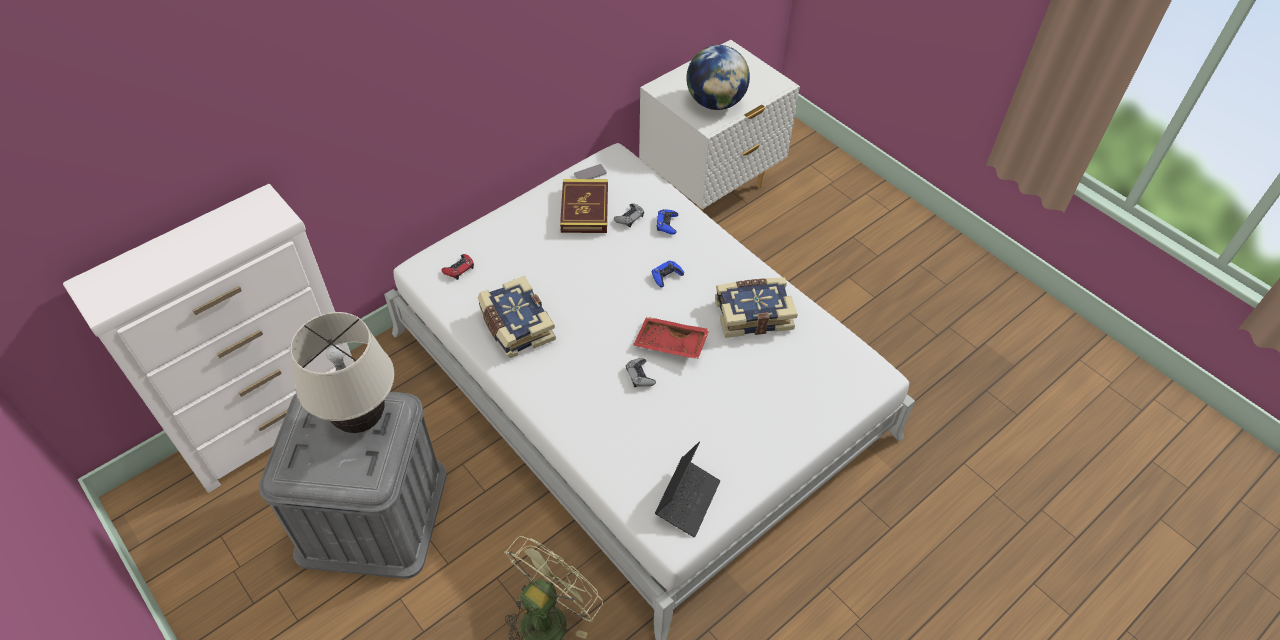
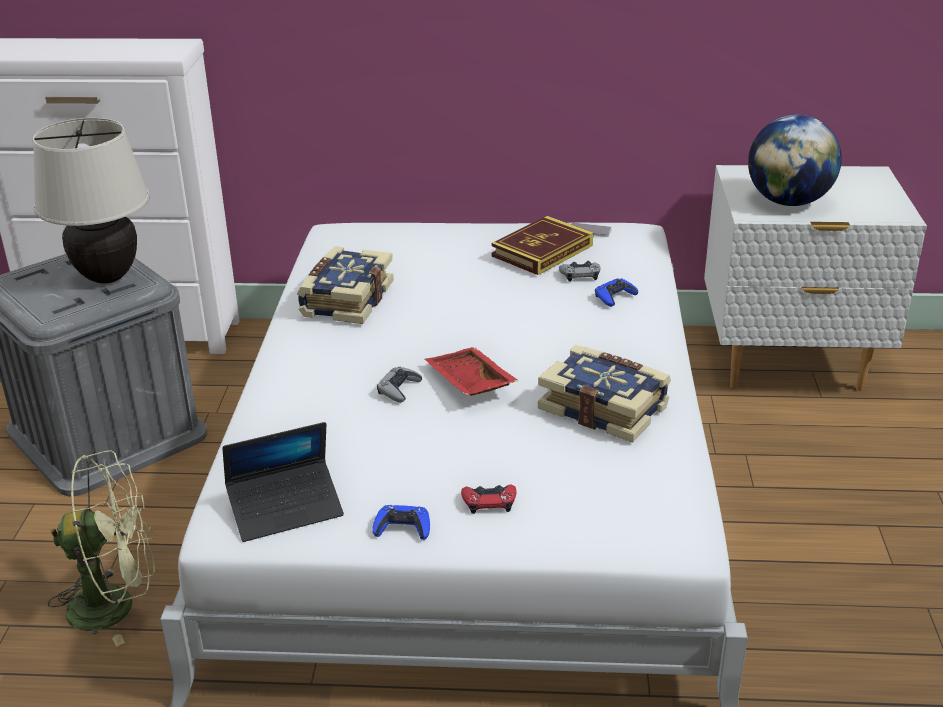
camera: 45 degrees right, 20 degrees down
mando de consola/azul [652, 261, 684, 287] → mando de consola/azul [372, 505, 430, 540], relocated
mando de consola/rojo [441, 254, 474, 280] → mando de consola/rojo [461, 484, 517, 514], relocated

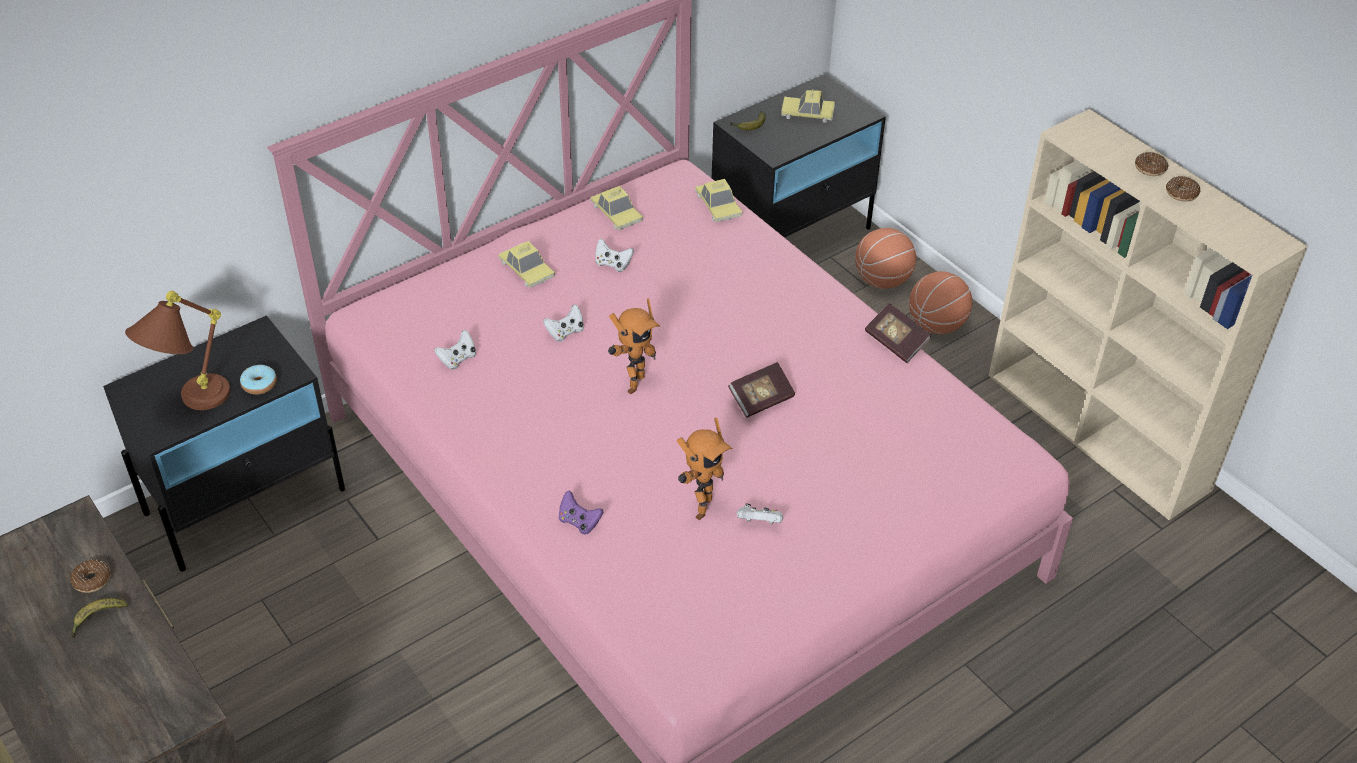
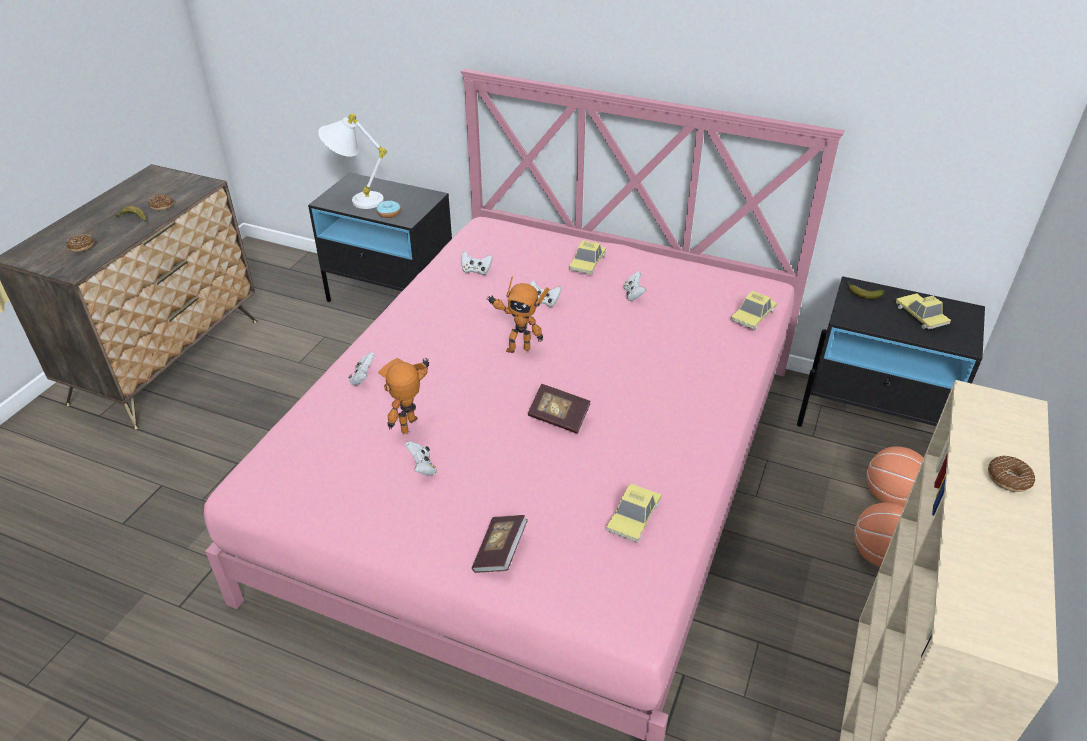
camera: 60 degrees right, 5 degrees down
rosquilla [1166, 176, 1200, 201] → rosquilla [66, 234, 94, 252], relocated
lámpara de mesa/marrón [125, 291, 230, 410] → lámpara de mesa/blanco [318, 113, 387, 209]
mando de consola/morado [559, 491, 603, 534] → mando de consola/blanco [349, 352, 375, 385]
robot de juguete [677, 418, 732, 520] → robot de juguete [378, 358, 429, 434], 120 degrees clockwise
libro [865, 303, 931, 363] → libro [472, 515, 528, 573], relocated
coche de juguete [591, 186, 643, 230] → coche de juguete [606, 484, 662, 543], relocated

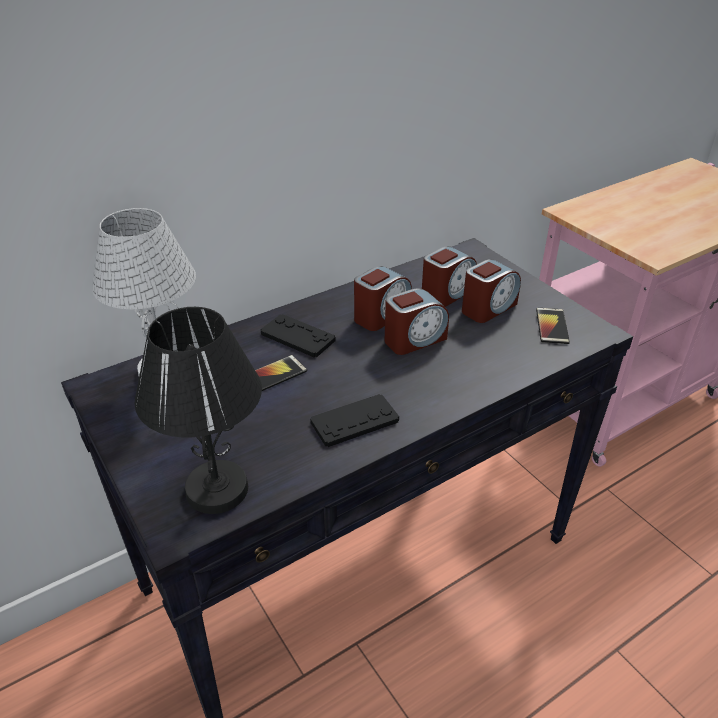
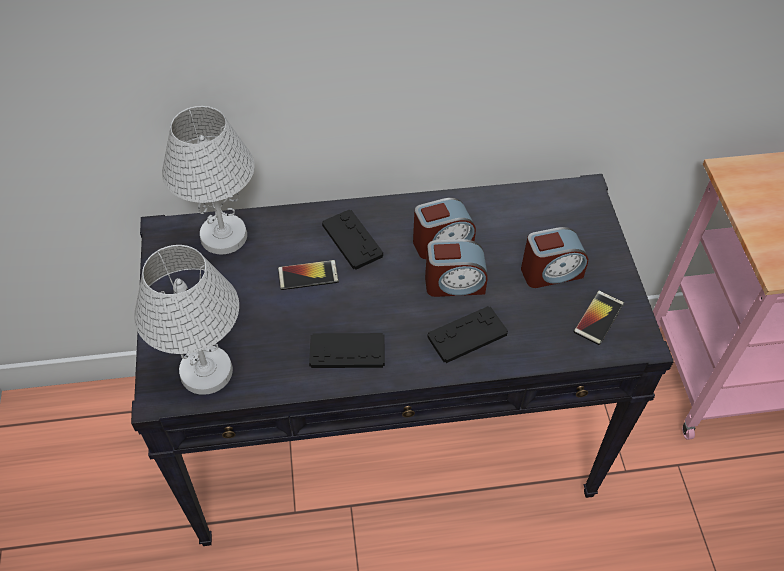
camera: 25 degrees right, 15 degrees up
lámpara de mesa/negro [135, 307, 262, 514] → lámpara de mesa/blanco [134, 245, 239, 395]
- → mando de consola/negro [427, 306, 508, 363]
despertador [422, 246, 477, 307] → -

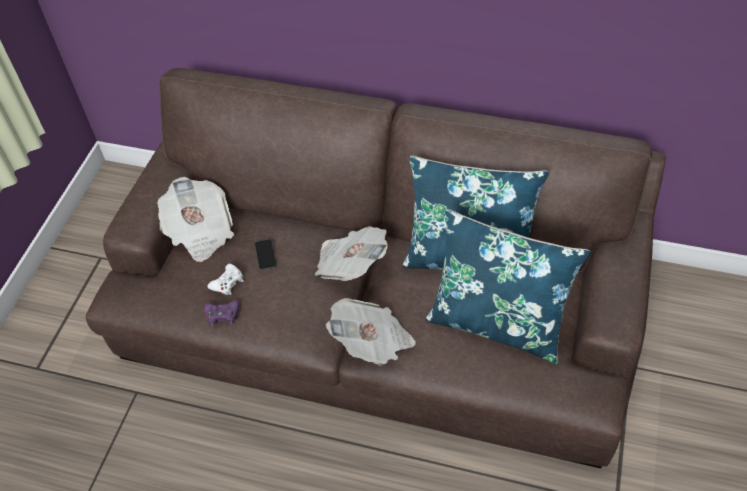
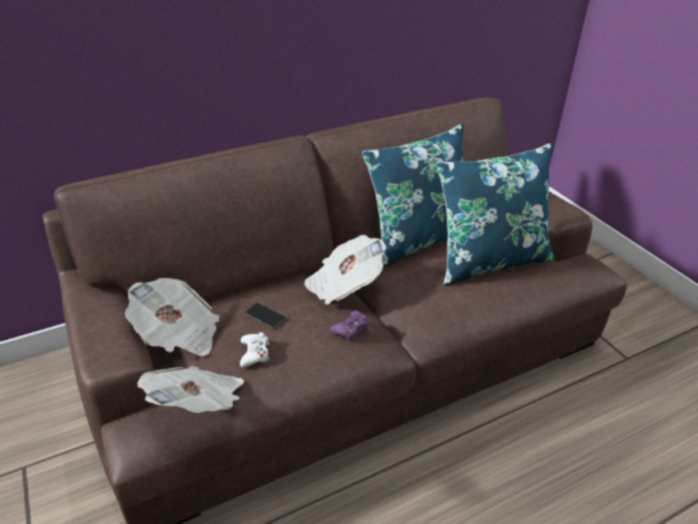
camera: 45 degrees left, 15 degrees down
periódico [326, 298, 416, 366] → periódico [137, 366, 244, 413], relocated
mando de consola/morado [204, 300, 240, 326] → mando de consola/morado [330, 311, 369, 341], relocated

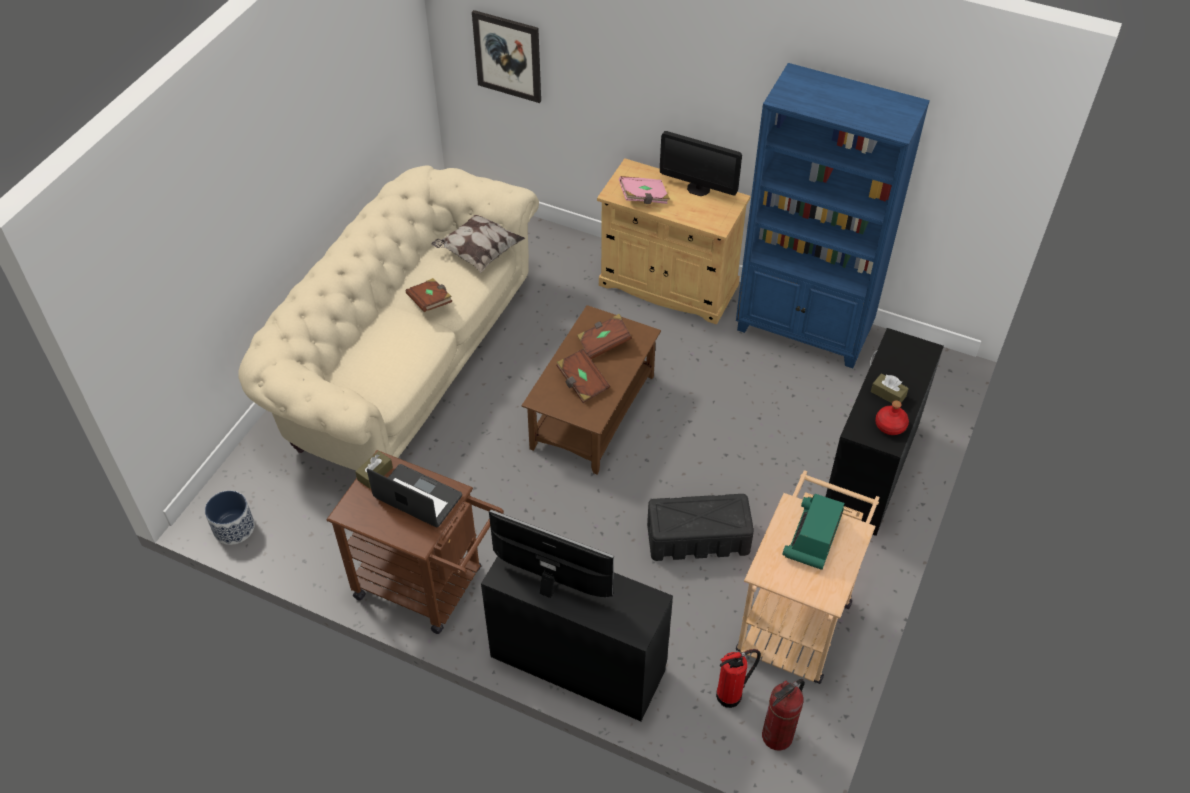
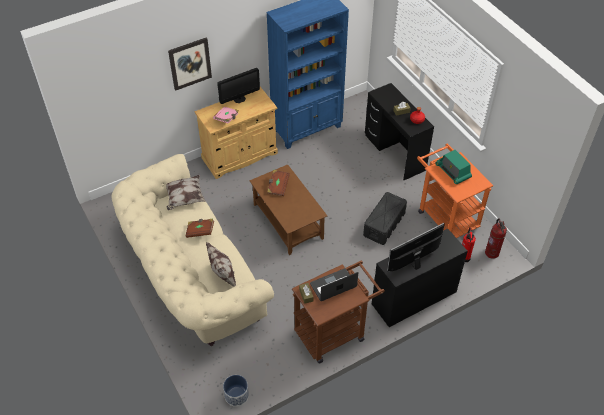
camera: 55 degrees left, 0 degrees up
cuadro [472, 10, 541, 103] → cuadro [168, 37, 212, 91], relocated
- → cojín [206, 242, 236, 287]
carrito/beis [736, 470, 879, 684] → carrito/naranja [417, 144, 493, 238]
libro/marrón [556, 349, 610, 403] → -

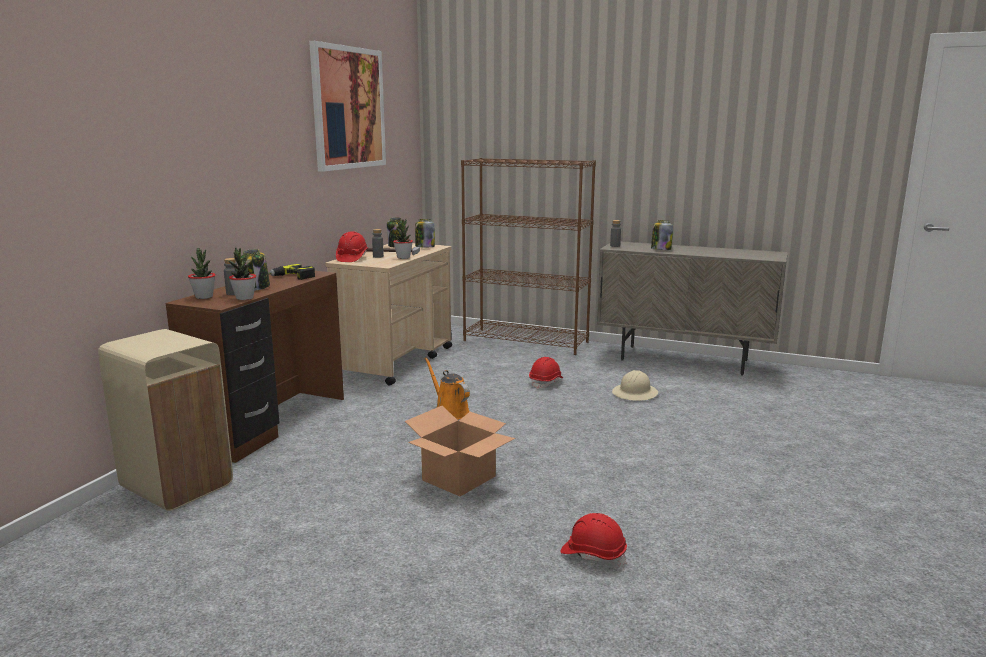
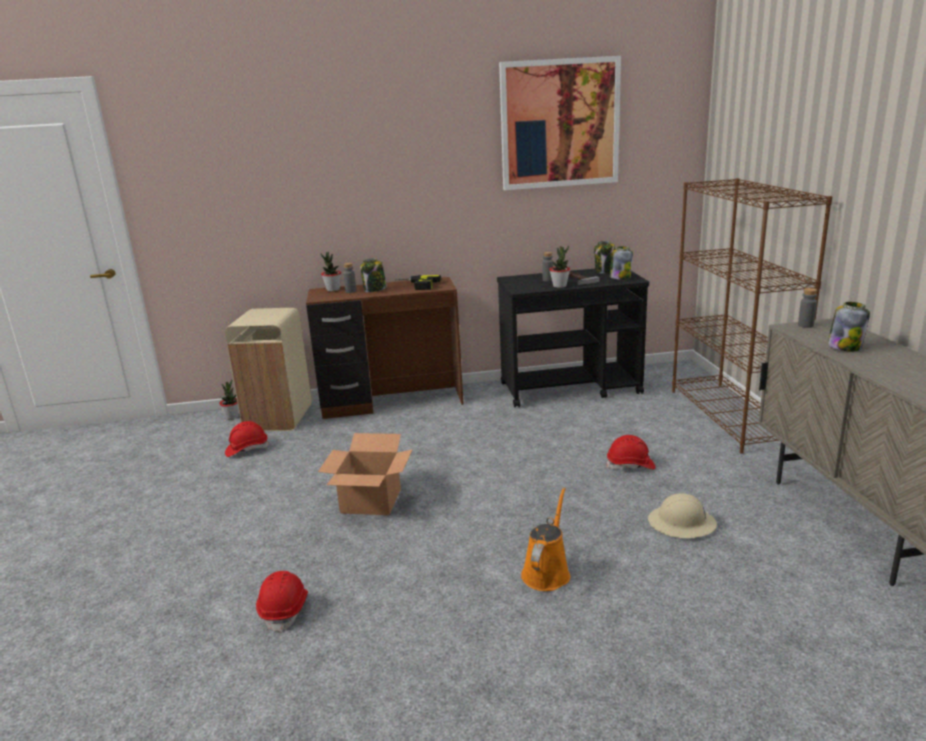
camera: 60 degrees right, 5 degrees up
planta en maceta [229, 247, 256, 300] → planta en maceta [219, 379, 239, 419], relocated
casco/rojo [336, 231, 368, 262] → casco/rojo [225, 421, 269, 457], relocated
carrito/beis [325, 243, 452, 386] → carrito/negro [497, 269, 649, 408]
regadera/naranja [424, 357, 470, 420] → regadera/naranja [521, 487, 570, 591], relocated

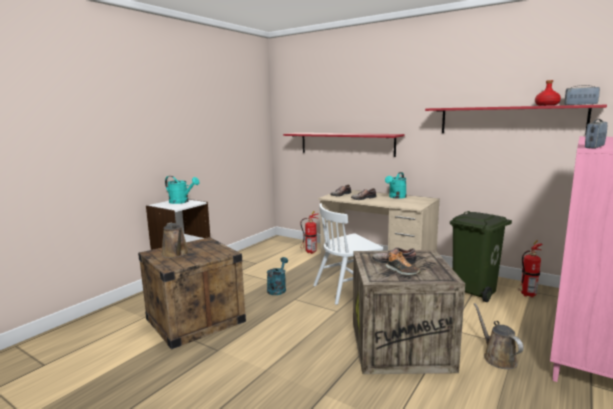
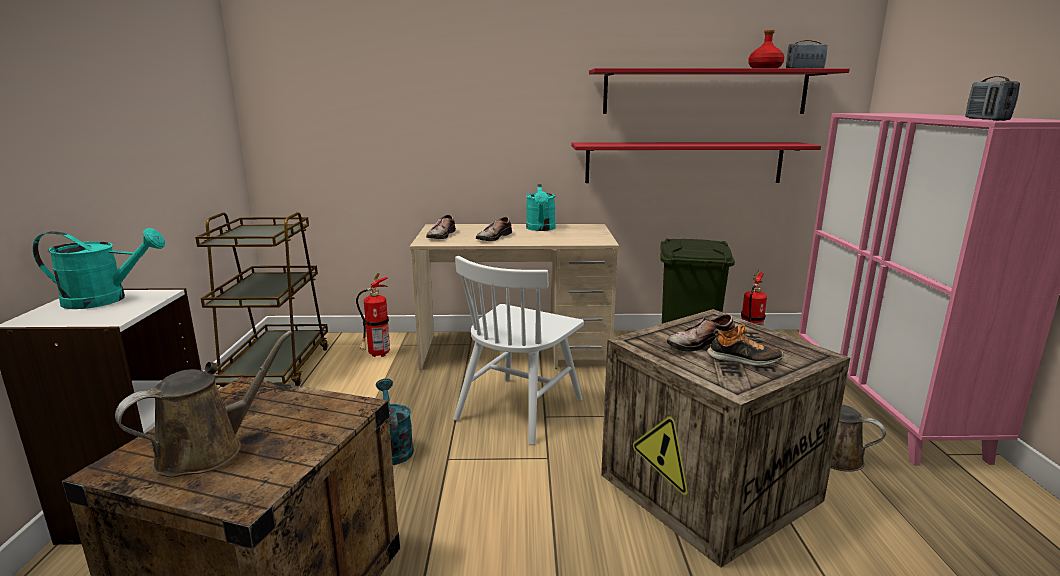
camera: 35 degrees left, 5 degrees up
regadera/marrón [161, 223, 189, 258] → regadera/marrón [115, 331, 293, 477], 75 degrees counterclockwise
- → carrito/marrón [195, 212, 329, 387]
estante/rojo [283, 133, 405, 157] → estante/rojo [571, 142, 821, 183], relocated

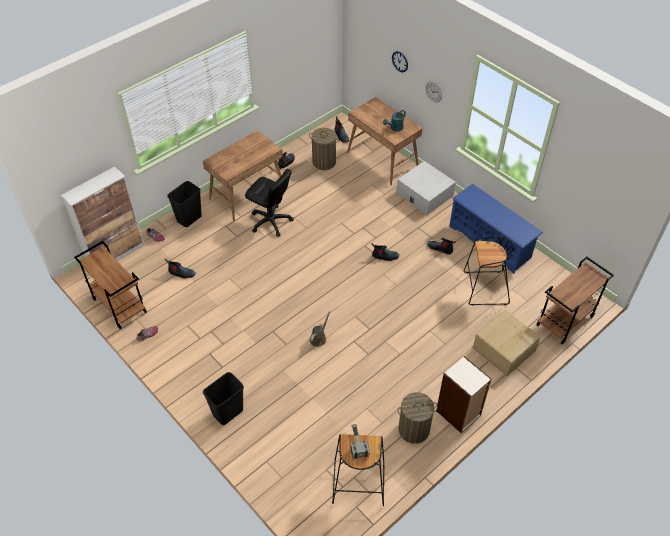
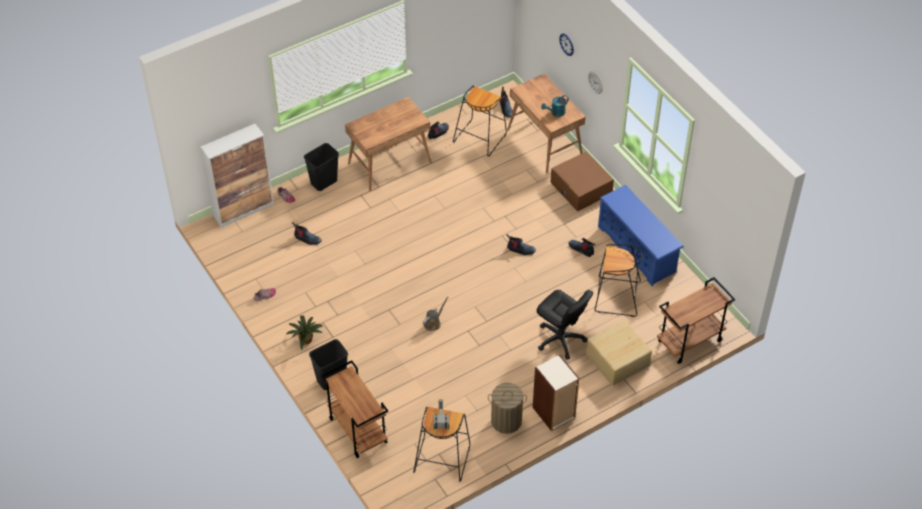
camera: 10 degrees right, 0 degrees up
- → planta en maceta [286, 315, 323, 350]
carrito/marrón [74, 241, 147, 329] → carrito/marrón [321, 360, 388, 458], relocated
cesto de la ropa [309, 128, 338, 170] → taburete/negro [453, 85, 507, 157]
silla de oficina/negro [245, 169, 294, 237] → silla de oficina/negro [537, 290, 593, 359], relocated
caja de almacenaje/blanco [396, 161, 456, 215] → caja de almacenaje/marrón [550, 151, 614, 212]

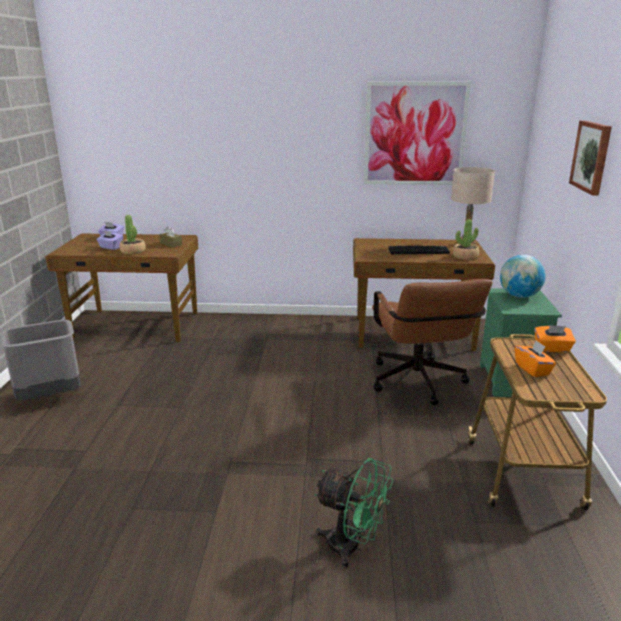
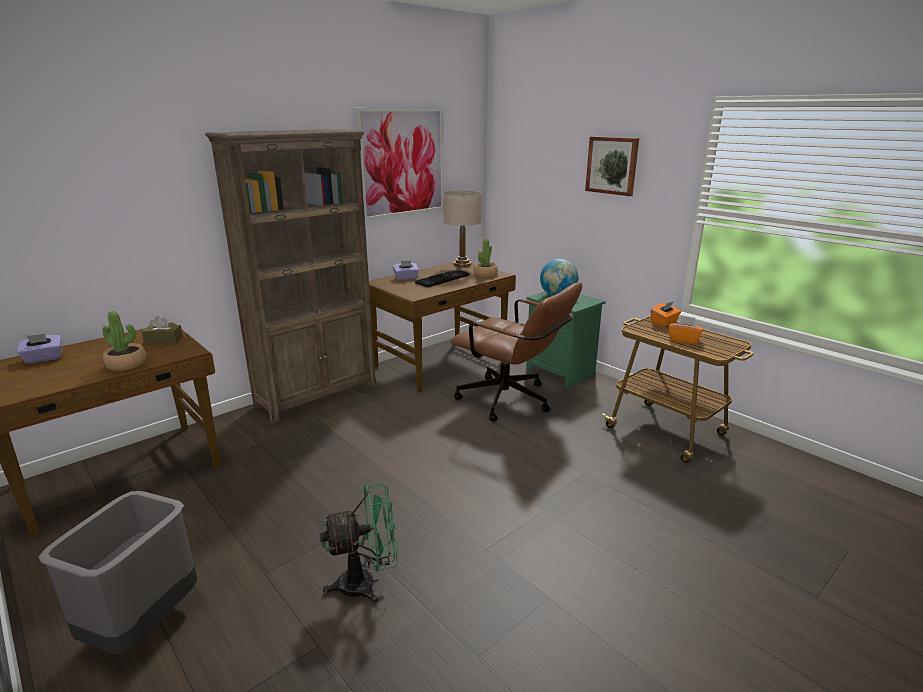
camera: 45 degrees left, 0 degrees up
- → estantería/marrón [205, 129, 376, 424]
ventilador/verde [314, 458, 393, 568] → ventilador/verde [319, 484, 399, 604], relocated
caja de pañuelos/morado [97, 230, 123, 250] → caja de pañuelos/morado [393, 261, 419, 280], relocated

